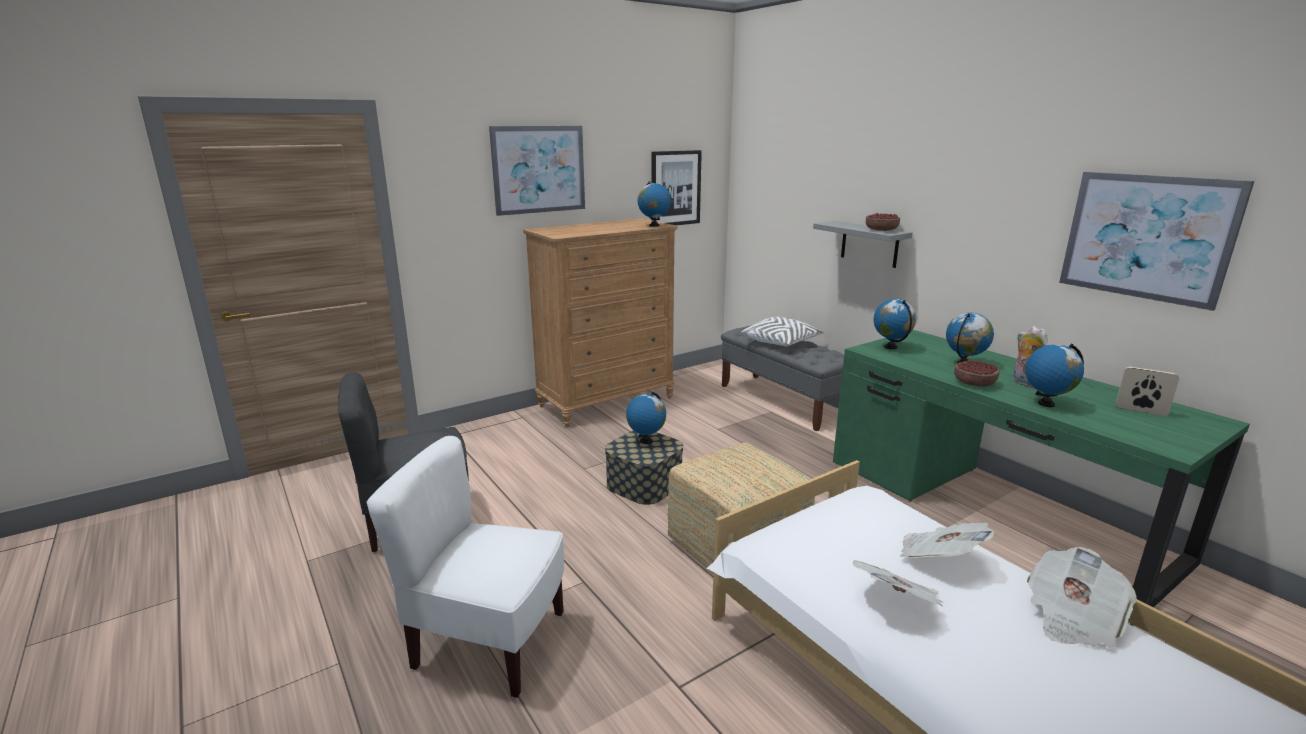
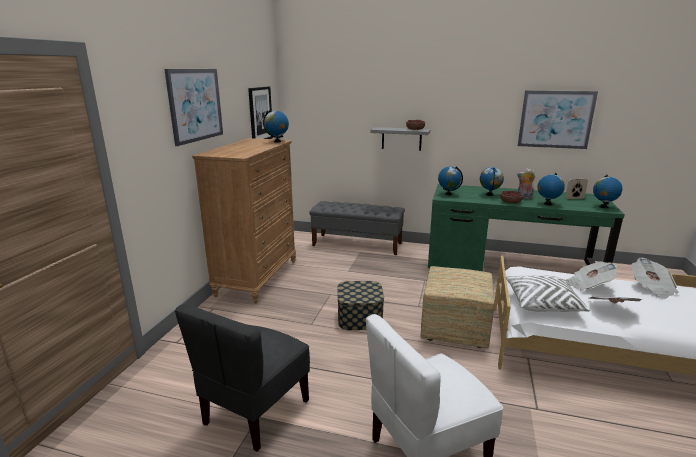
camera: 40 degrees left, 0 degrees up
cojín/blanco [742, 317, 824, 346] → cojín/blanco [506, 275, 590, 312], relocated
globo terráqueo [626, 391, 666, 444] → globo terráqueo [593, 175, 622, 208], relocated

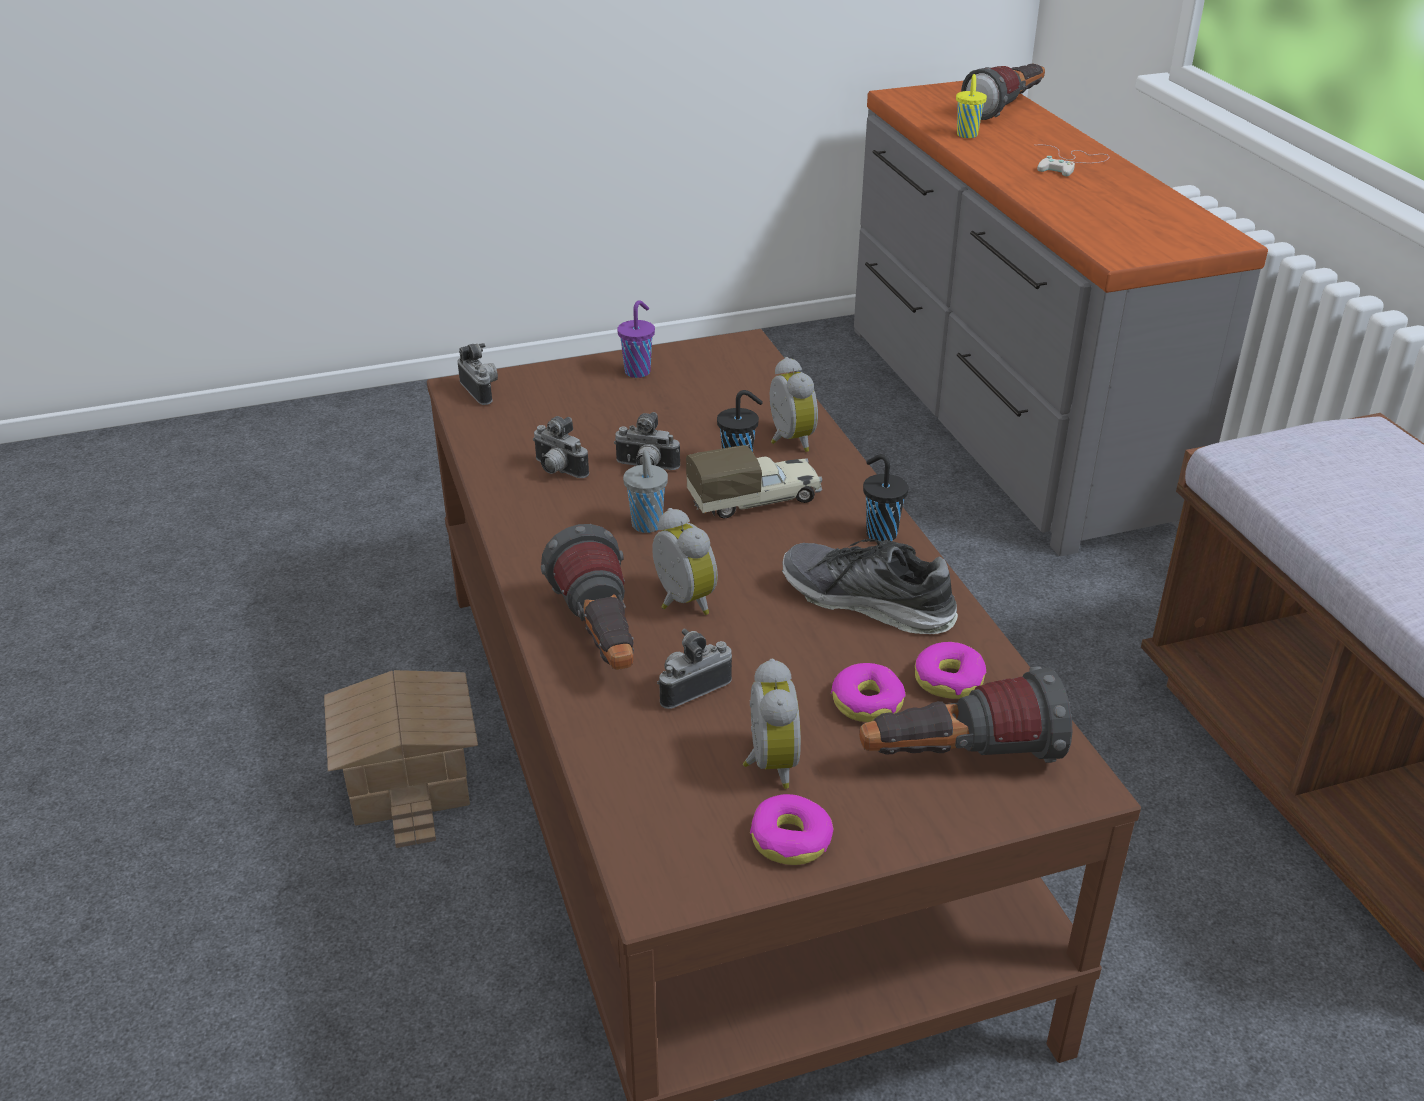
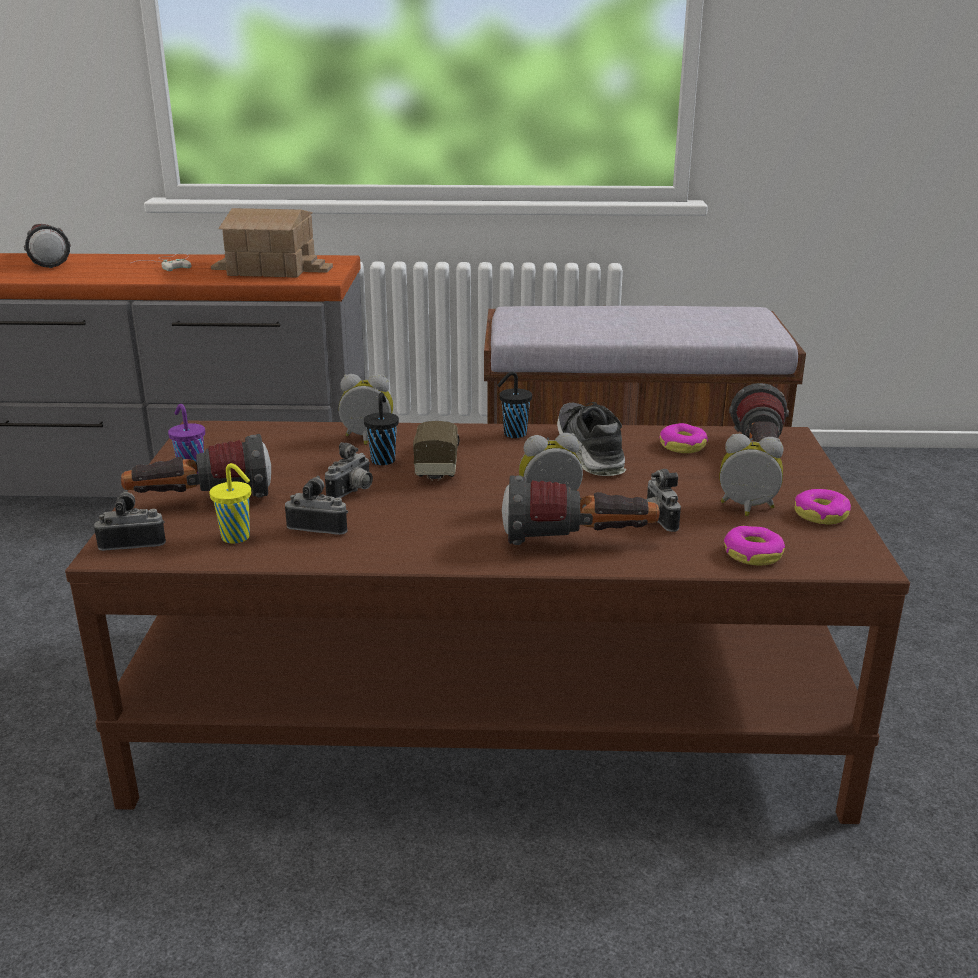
camera: 70 degrees left, 10 degrees down
- → linterna [121, 434, 271, 497]
taza/amarillo [956, 74, 987, 138] → taza/amarillo [209, 463, 251, 544], relocated
casita [324, 670, 478, 848] → casita [211, 208, 333, 278], relocated
cámara [533, 416, 589, 478] → cámara [285, 476, 348, 535], 135 degrees counterclockwise
zapato [782, 539, 958, 634] → zapato [557, 402, 626, 476], 120 degrees clockwise
rosquilla [831, 663, 906, 722] → rosquilla [724, 526, 785, 566], relocated
taza/gris [623, 450, 668, 533] → -

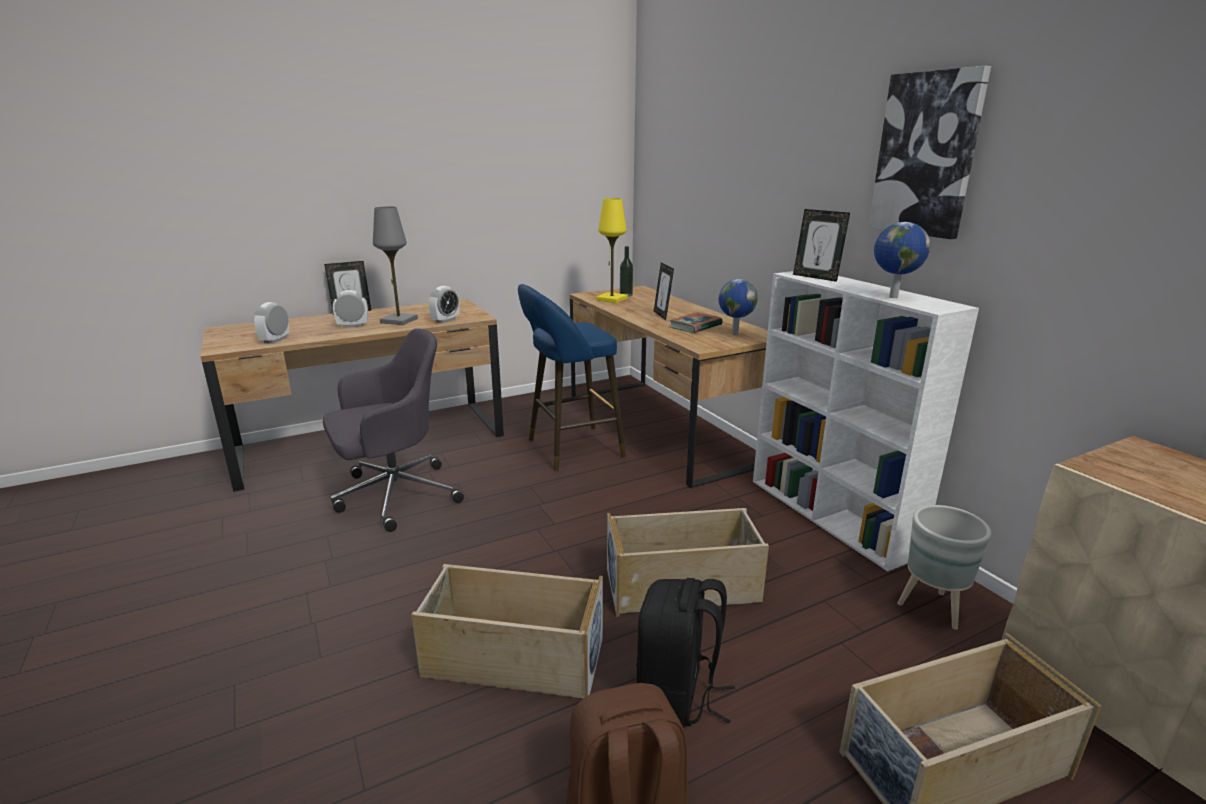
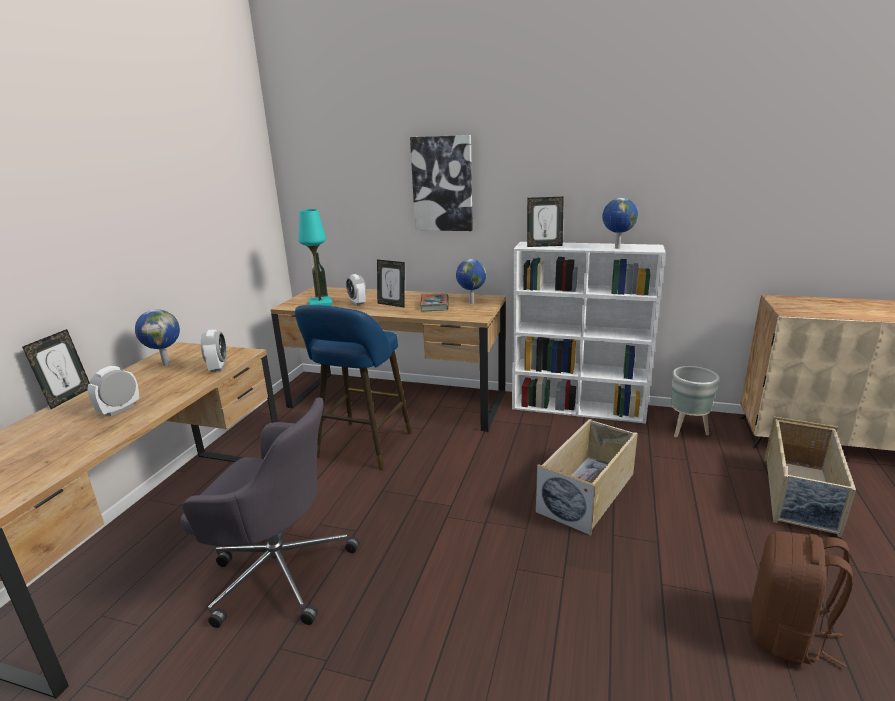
camera: 45 degrees left, 0 degrees up
- → globo terráqueo [135, 309, 180, 366]
silla de oficina/gris [323, 328, 464, 532] → silla de oficina/gris [180, 397, 360, 628], 90 degrees clockwise
lámpara de mesa/amarillo [596, 198, 628, 303] → lámpara de mesa/turquesa [298, 209, 333, 306]
despertador [254, 302, 289, 344] → despertador [346, 274, 366, 306], relocated
cuadro [868, 66, 991, 239] → cuadro [410, 135, 473, 231], relocated
lámpara de mesa/gris [373, 206, 418, 325] → -
caja de almacenaje/beis [411, 564, 603, 698] → -
mochila/negro [636, 578, 735, 728] → -

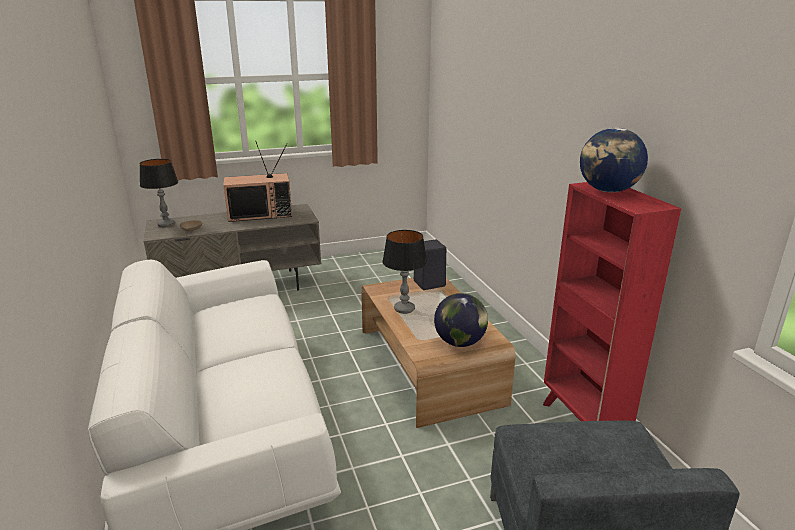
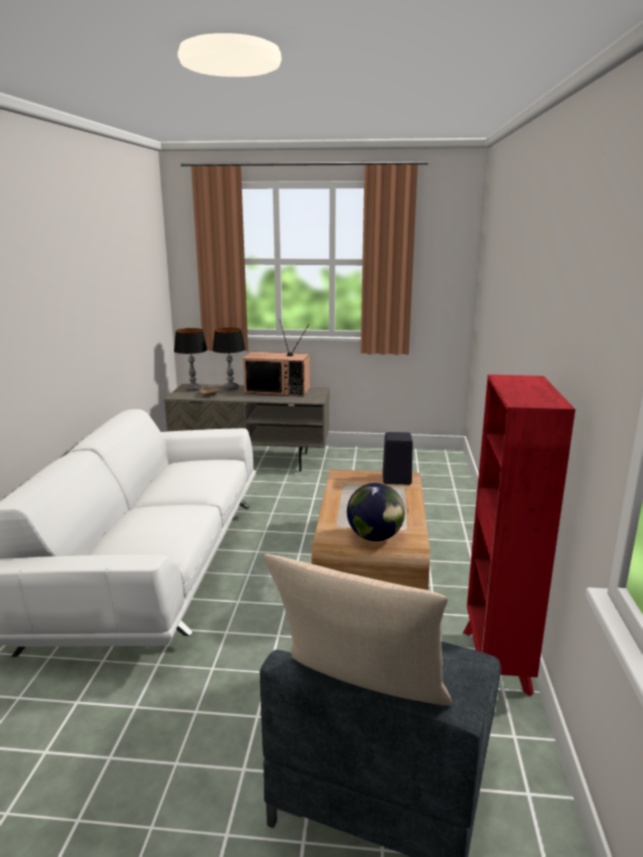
camera: 25 degrees right, 5 degrees down
lámpara de mesa [382, 230, 427, 314] → lámpara de mesa [212, 328, 245, 390], relocated
- → cojín/beis [263, 554, 452, 706]
globo terráqueo [580, 128, 648, 192] → -

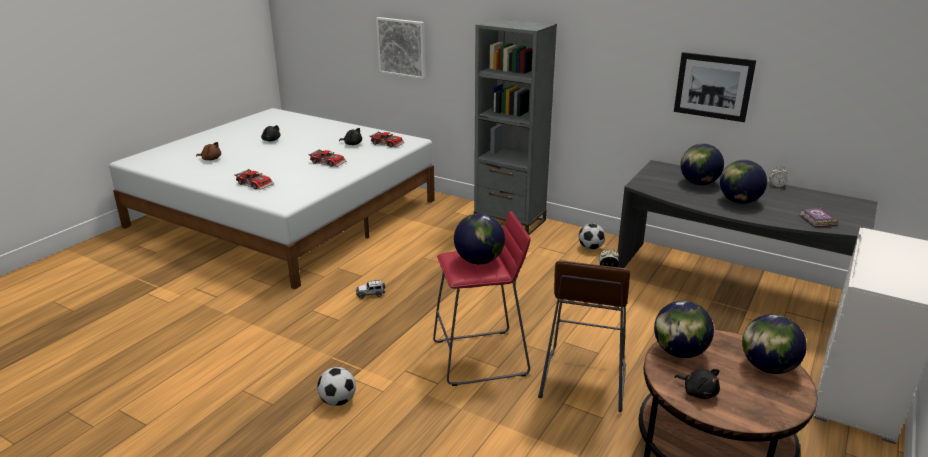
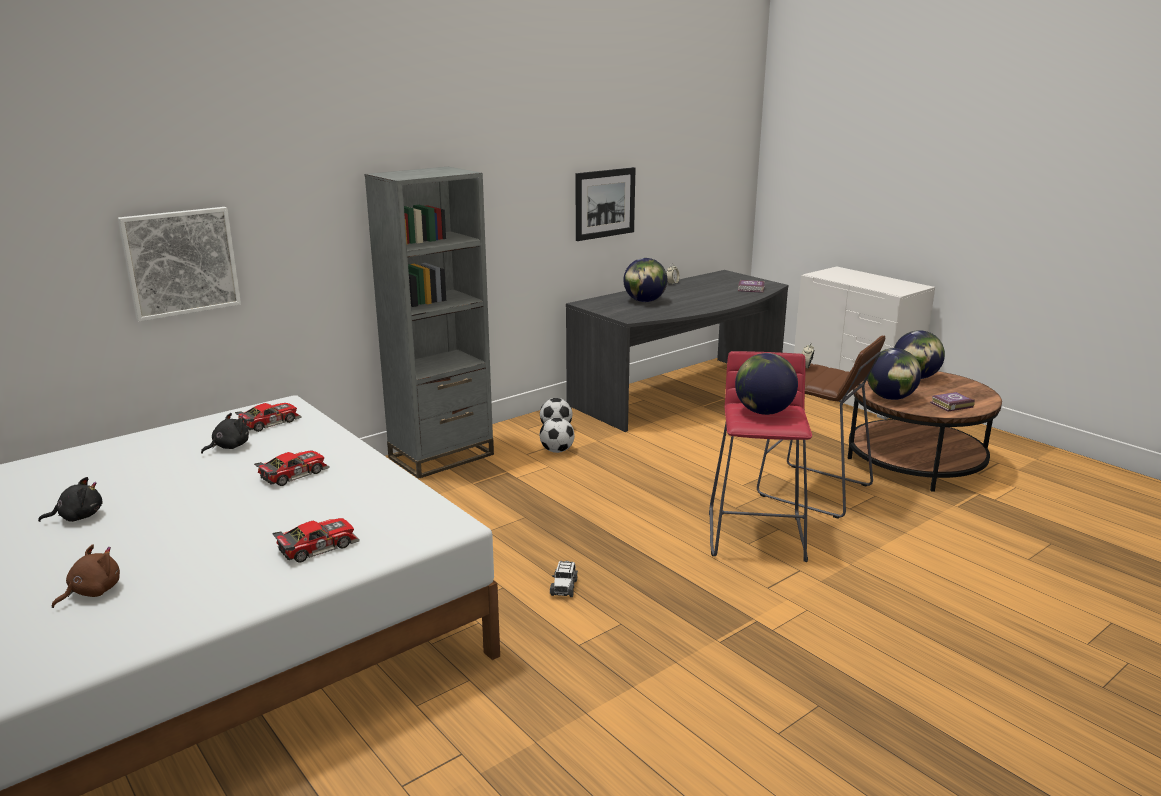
camera: 70 degrees left, 5 degrees down
balón de fútbol [317, 367, 356, 406] → balón de fútbol [540, 418, 575, 453], relocated
peluche/negro [675, 369, 720, 399] → libro [930, 392, 975, 412]
globo terráqueo [720, 160, 767, 204] → -

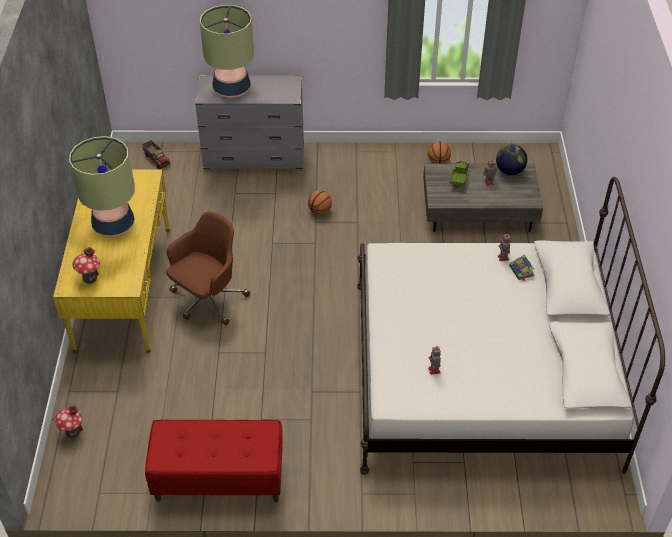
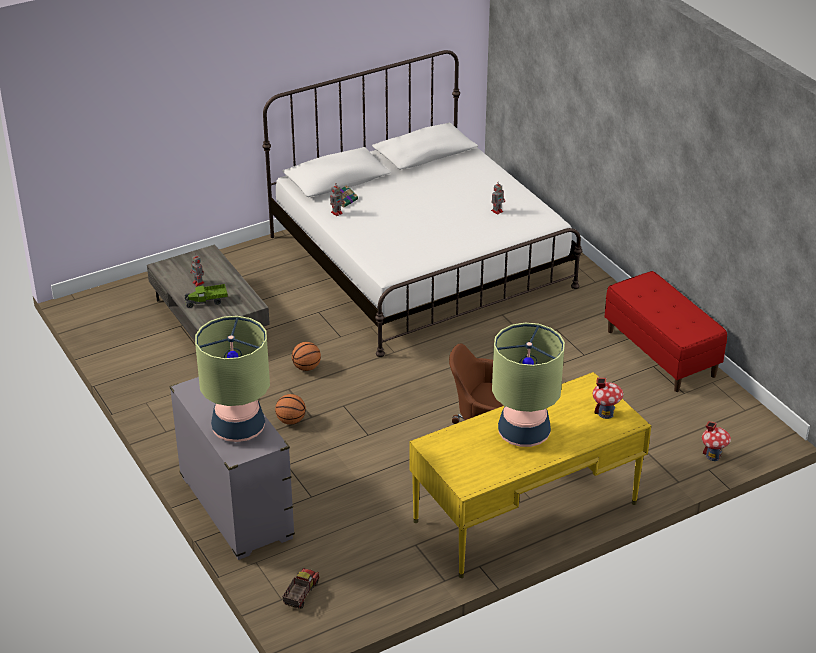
camera: 120 degrees left, 10 degrees down
balón de baloncesto [428, 142, 451, 164] → balón de baloncesto [292, 342, 321, 371], relocated
globo terráqueo [496, 144, 527, 175] → -

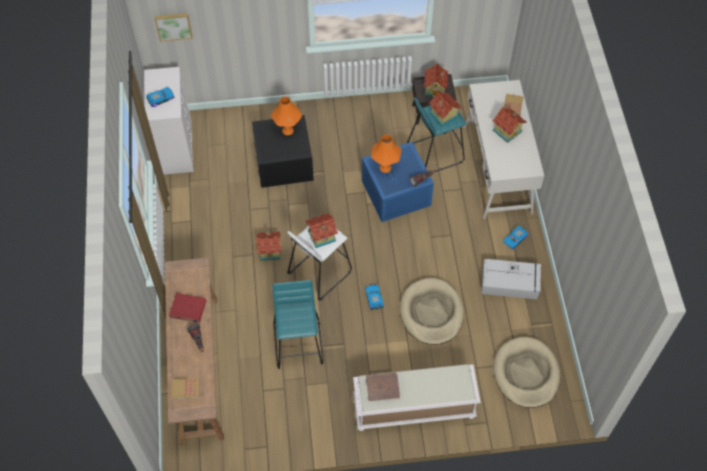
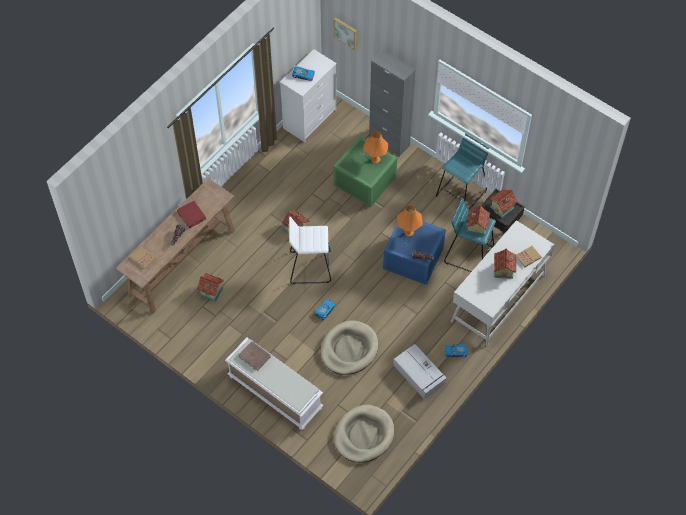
camera: 45 degrees right, 0 degrees up
casita [305, 213, 338, 248] → casita [197, 273, 224, 302], relocated
caja de almacenaje/negro [252, 115, 314, 188] → caja de almacenaje/verde [334, 136, 398, 207]
- → armario/gris [369, 49, 415, 157]
taburete/turquesa [272, 280, 324, 369] → taburete/turquesa [436, 134, 489, 210], relocated

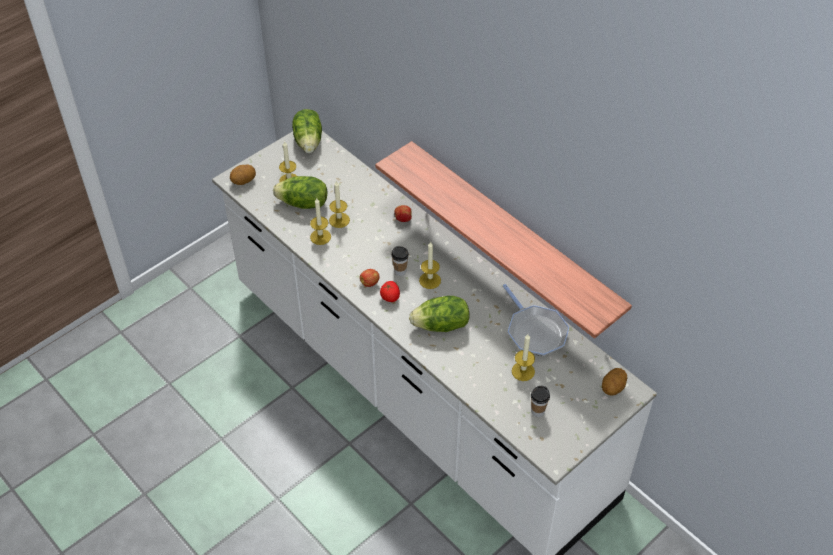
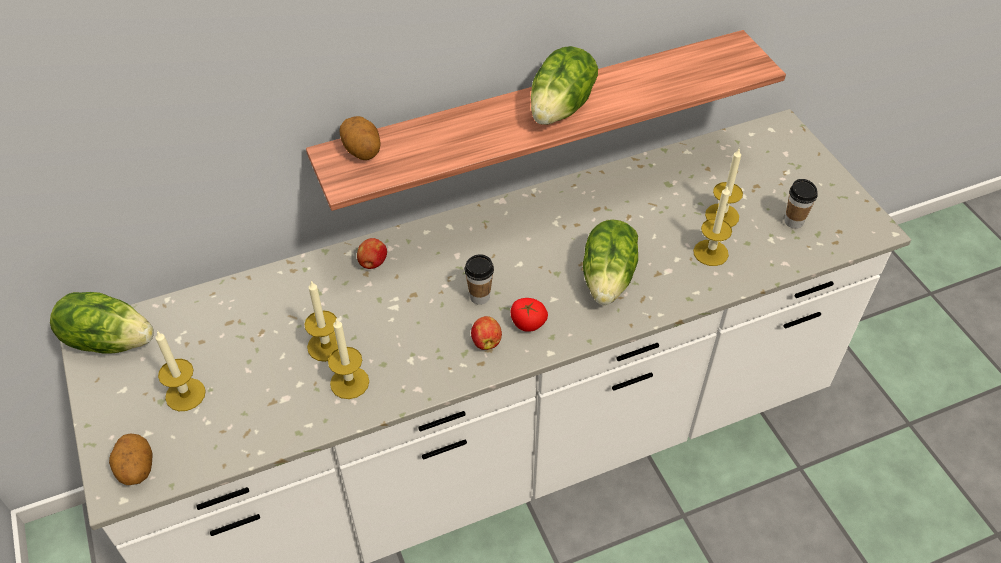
camera: 70 degrees left, 0 degrees up
patata [602, 368, 627, 396] → patata [340, 116, 381, 160], relocated
lechuga [273, 176, 327, 209] → lechuga [531, 46, 598, 125], relocated
vela [419, 242, 441, 289] → vela [693, 185, 732, 266], relocated
sartén [503, 284, 569, 356] → -

